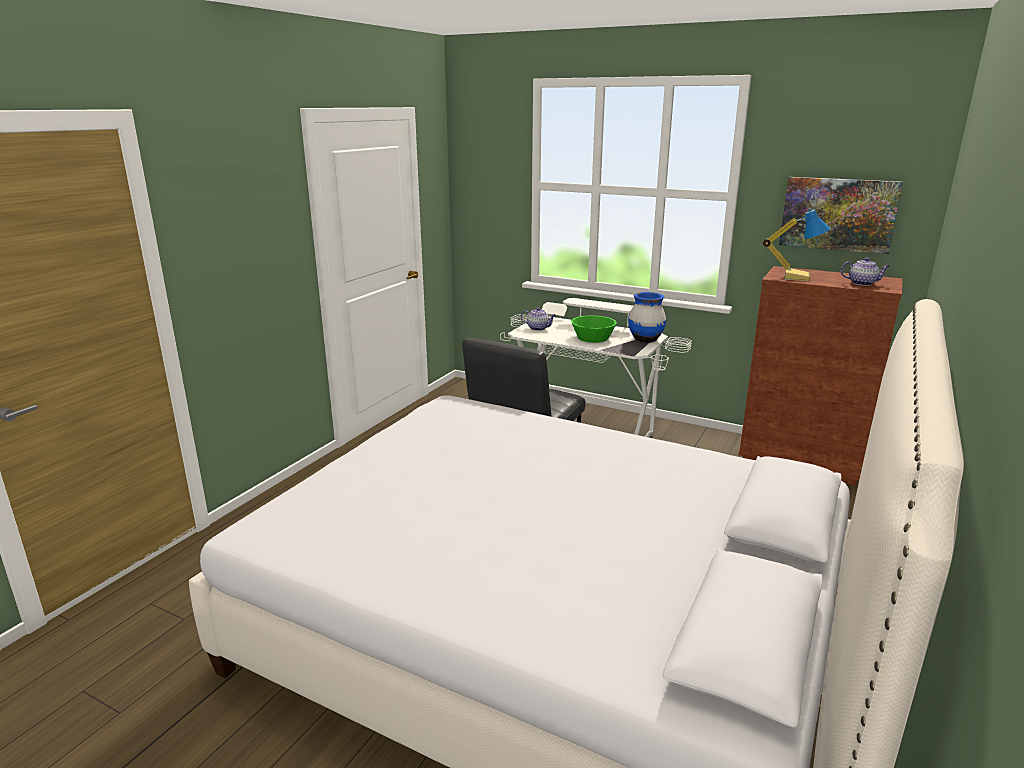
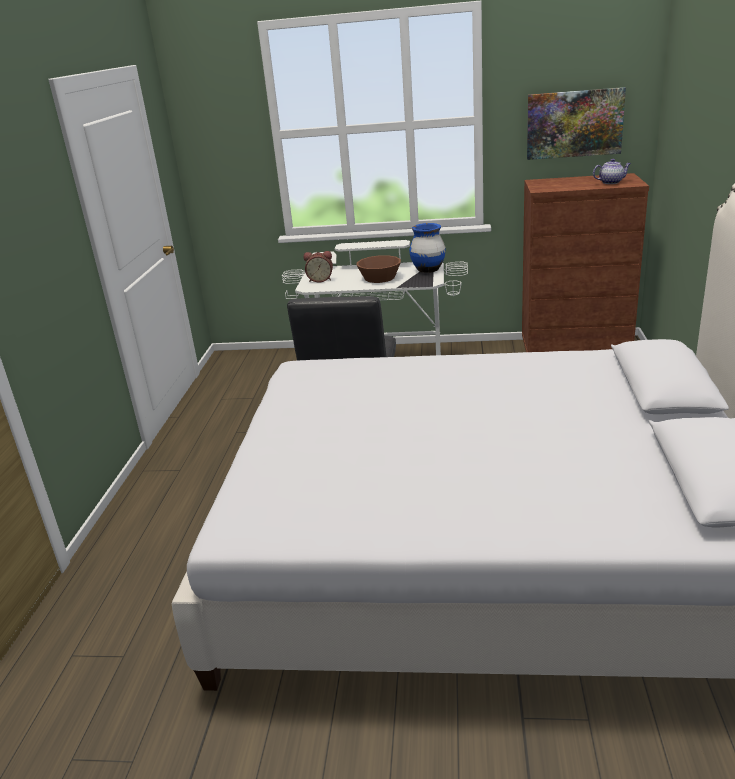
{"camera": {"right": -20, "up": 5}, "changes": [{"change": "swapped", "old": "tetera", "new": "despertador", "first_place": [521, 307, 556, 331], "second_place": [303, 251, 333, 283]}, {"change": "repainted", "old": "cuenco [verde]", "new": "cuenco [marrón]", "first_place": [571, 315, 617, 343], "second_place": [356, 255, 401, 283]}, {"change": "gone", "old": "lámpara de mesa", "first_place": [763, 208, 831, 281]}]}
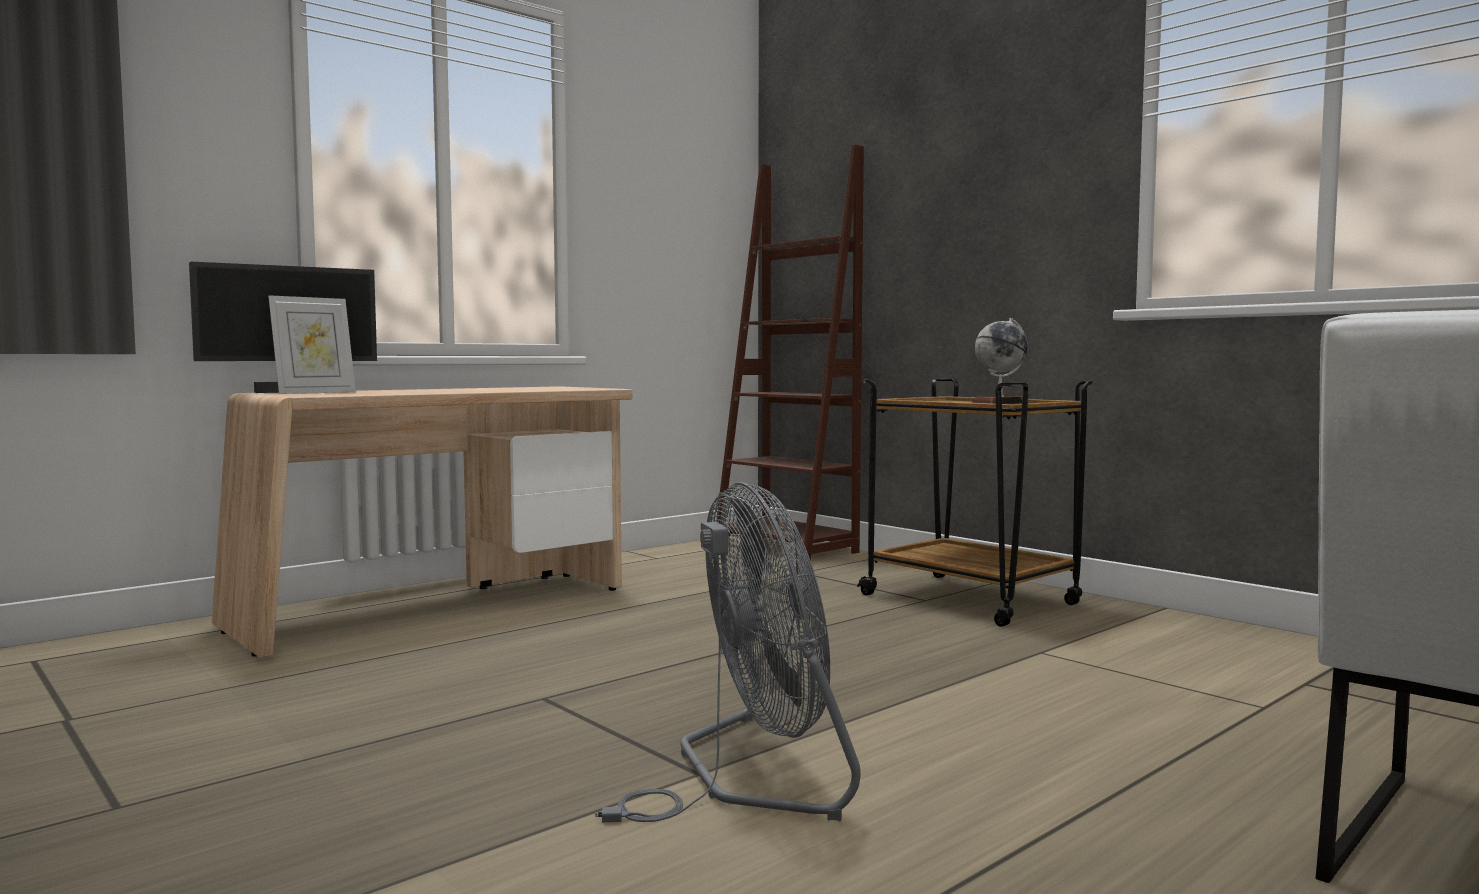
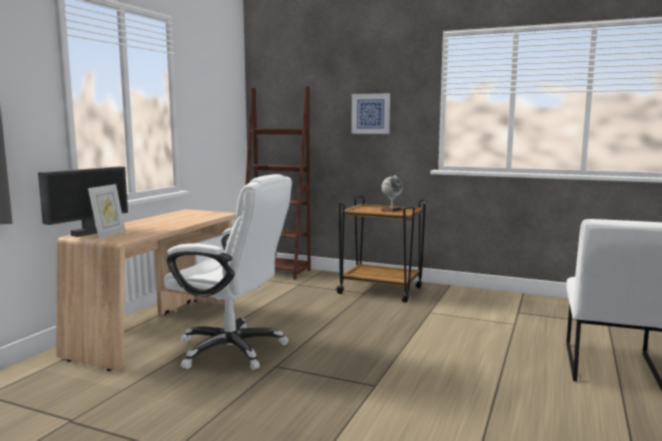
{"camera": {"right": -25, "up": 5}, "changes": [{"change": "new", "new": "silla de oficina [blanco]", "second_place": [164, 174, 292, 370]}, {"change": "new", "new": "cuadro", "second_place": [351, 93, 390, 134]}, {"change": "gone", "old": "ventilador [gris]", "first_place": [595, 482, 861, 823]}]}
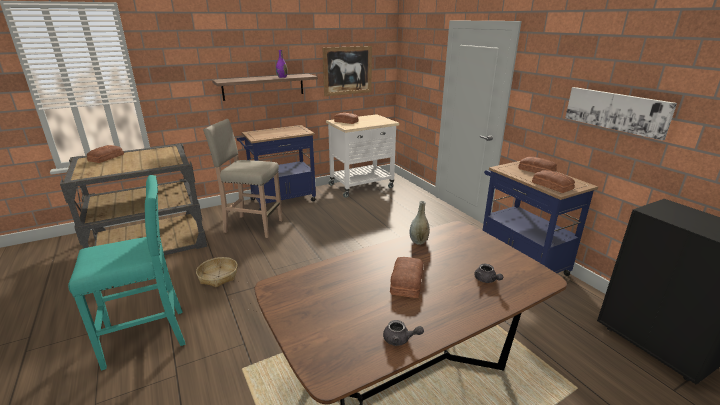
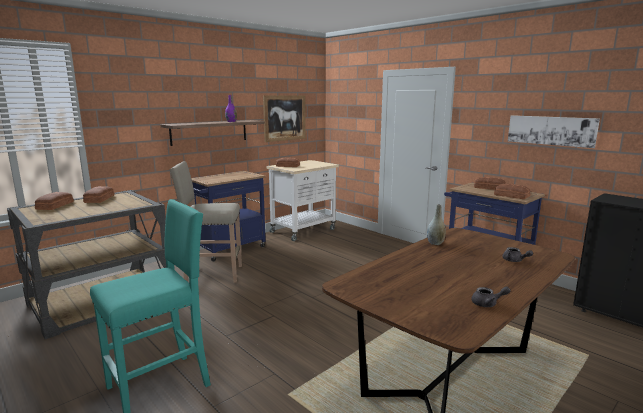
{"camera": {"right": -15, "up": -10}, "changes": [{"change": "shifted", "old": "pan", "first_place": [390, 257, 424, 298], "second_place": [83, 186, 114, 203]}, {"change": "gone", "old": "cesta", "first_place": [196, 257, 238, 287]}]}
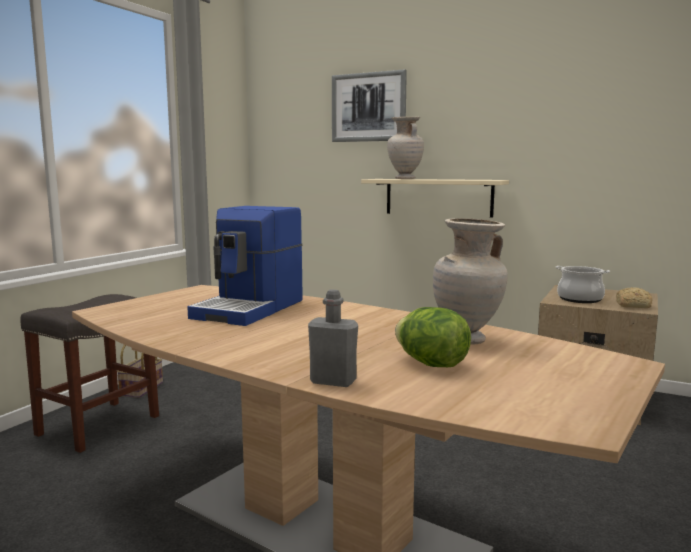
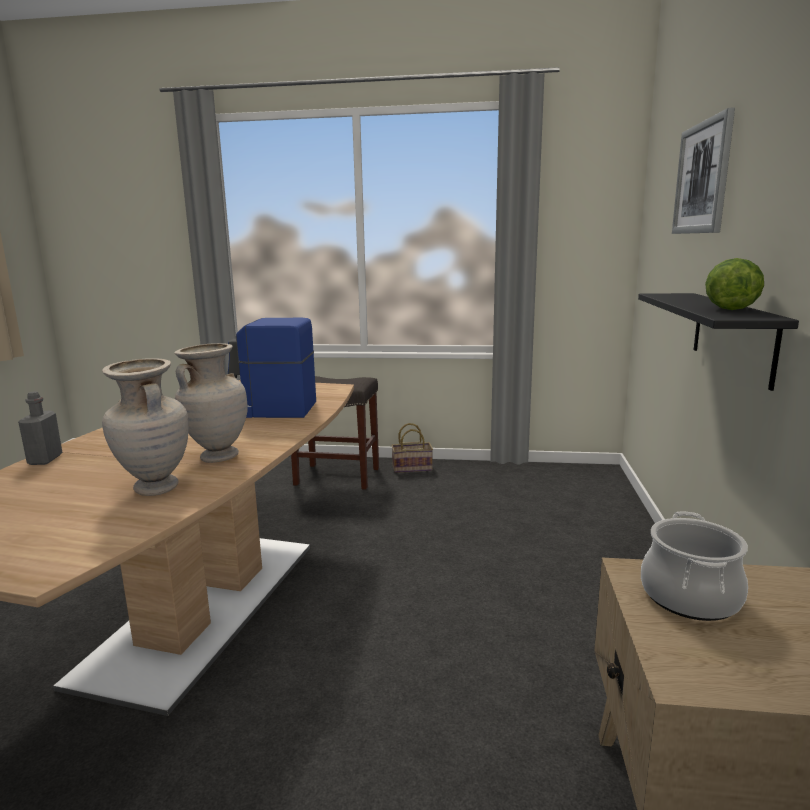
{"camera": {"right": 70, "up": 5}, "changes": [{"change": "shifted", "old": "florero [beis]", "first_place": [387, 117, 424, 179], "second_place": [174, 343, 248, 463]}, {"change": "repainted", "old": "estante [beis]", "new": "estante [negro]", "first_place": [361, 179, 509, 218], "second_place": [638, 293, 799, 391]}, {"change": "shifted", "old": "lechuga", "first_place": [395, 307, 471, 367], "second_place": [705, 258, 764, 310]}, {"change": "gone", "old": "pan", "first_place": [616, 287, 652, 308]}]}
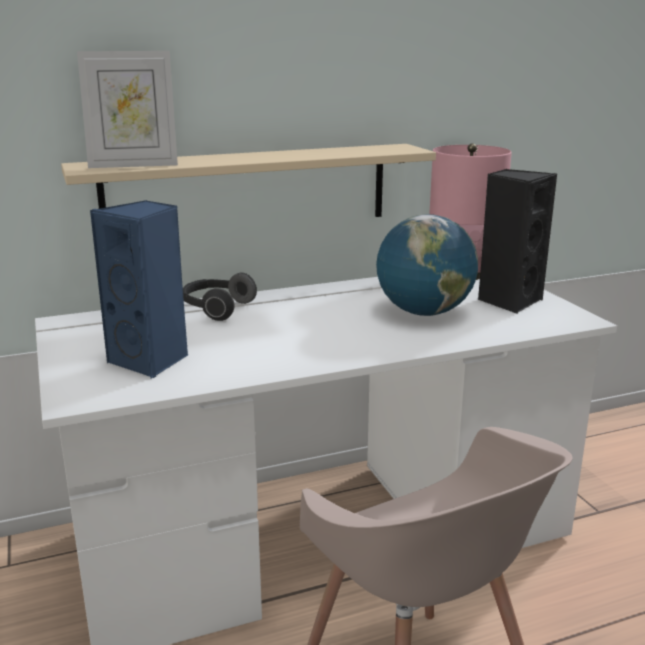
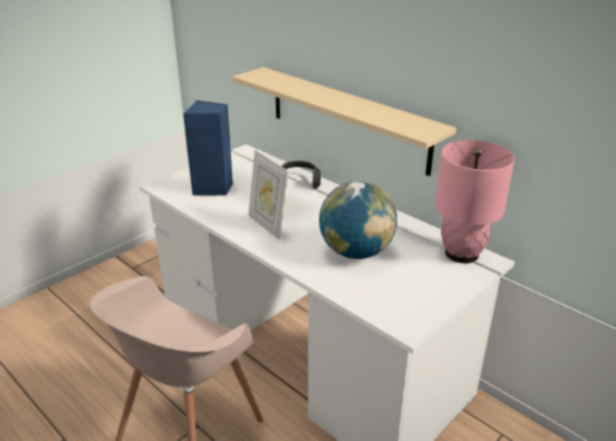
{"camera": {"right": 65, "up": 10}, "changes": [{"change": "shifted", "old": "portarretratos", "first_place": [77, 51, 178, 168], "second_place": [248, 150, 288, 240]}, {"change": "gone", "old": "altavoz [negro]", "first_place": [478, 169, 557, 314]}]}
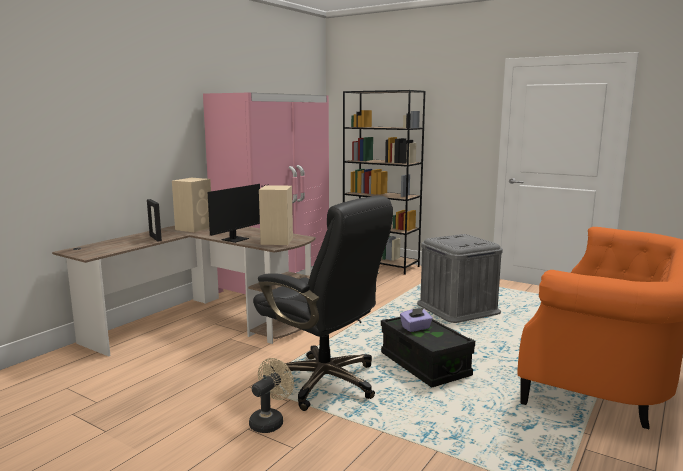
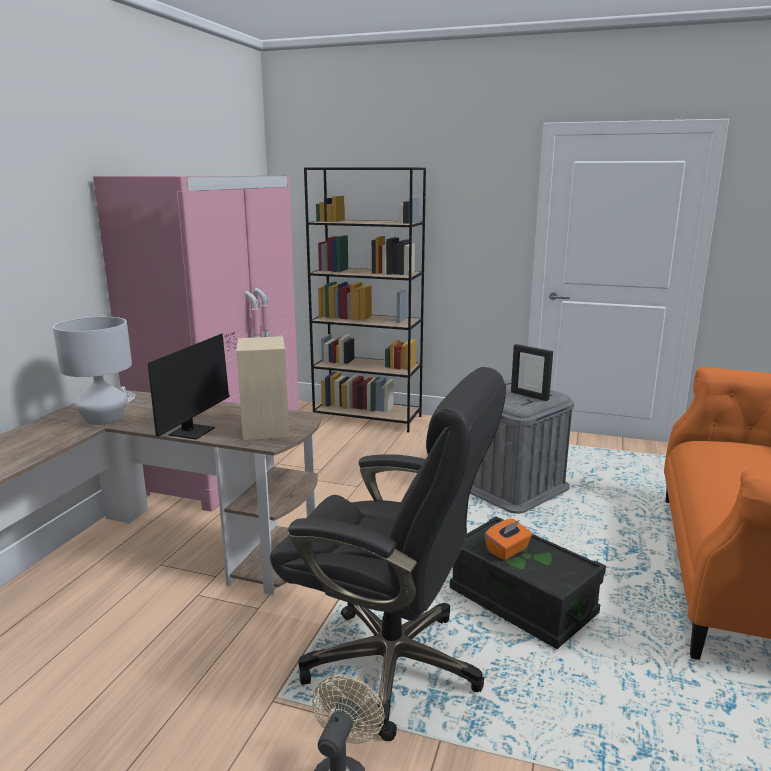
{"camera": {"right": -15, "up": 5}, "changes": [{"change": "swapped", "old": "altavoz [beis]", "new": "lámpara de mesa [gris]", "first_place": [172, 178, 211, 232], "second_place": [53, 317, 136, 425]}, {"change": "repainted", "old": "caja de pañuelos [morado]", "new": "caja de pañuelos [naranja]", "first_place": [400, 308, 433, 332], "second_place": [485, 519, 532, 560]}, {"change": "shifted", "old": "portarretratos", "first_place": [147, 199, 162, 242], "second_place": [511, 344, 553, 401]}]}
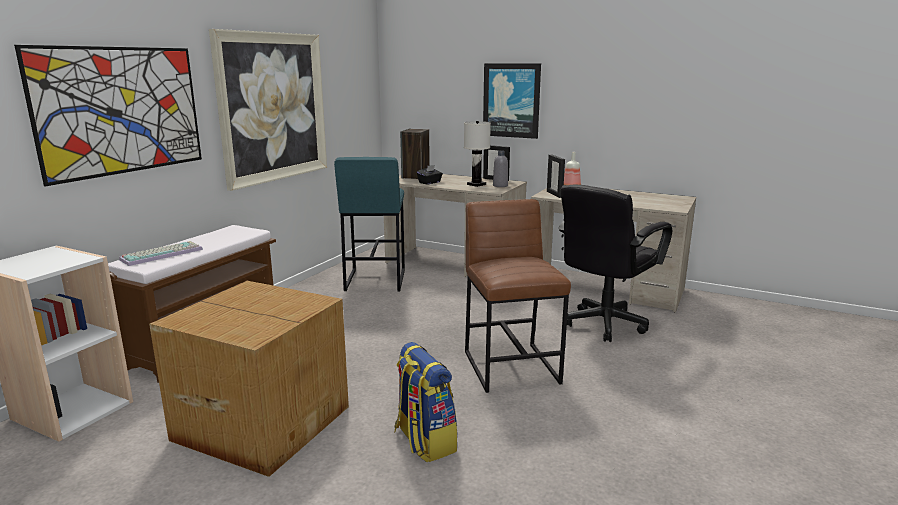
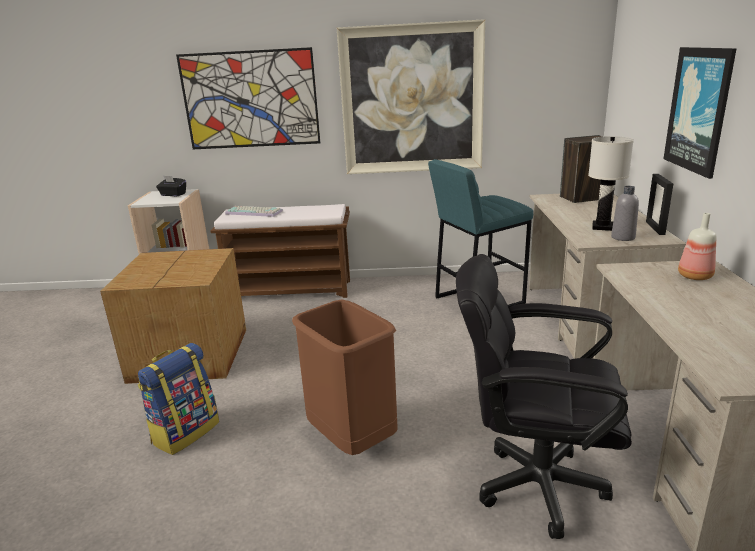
{"camera": {"right": 65, "up": 5}, "changes": [{"change": "shifted", "old": "caja de pañuelos [negro]", "first_place": [417, 165, 443, 184], "second_place": [156, 176, 186, 196]}, {"change": "swapped", "old": "silla [marrón]", "new": "papelera [marrón]", "first_place": [465, 199, 571, 393], "second_place": [292, 300, 398, 455]}, {"change": "gone", "old": "portarretratos", "first_place": [547, 155, 565, 198]}]}
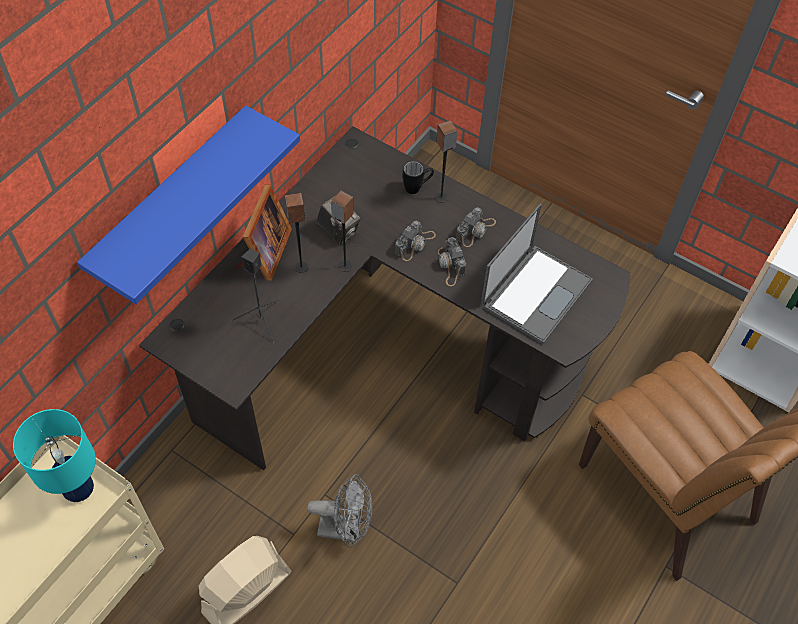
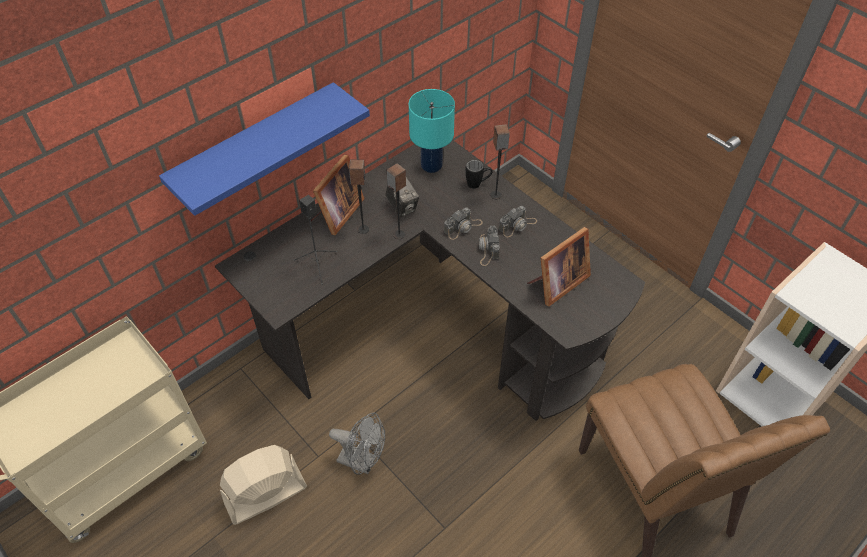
{"camera": {"right": 15, "up": -5}, "changes": [{"change": "shifted", "old": "lámpara de mesa [turquesa]", "first_place": [13, 409, 96, 502], "second_place": [409, 89, 455, 173]}, {"change": "swapped", "old": "portátil", "new": "portarretratos", "first_place": [480, 204, 593, 344], "second_place": [527, 227, 591, 307]}]}
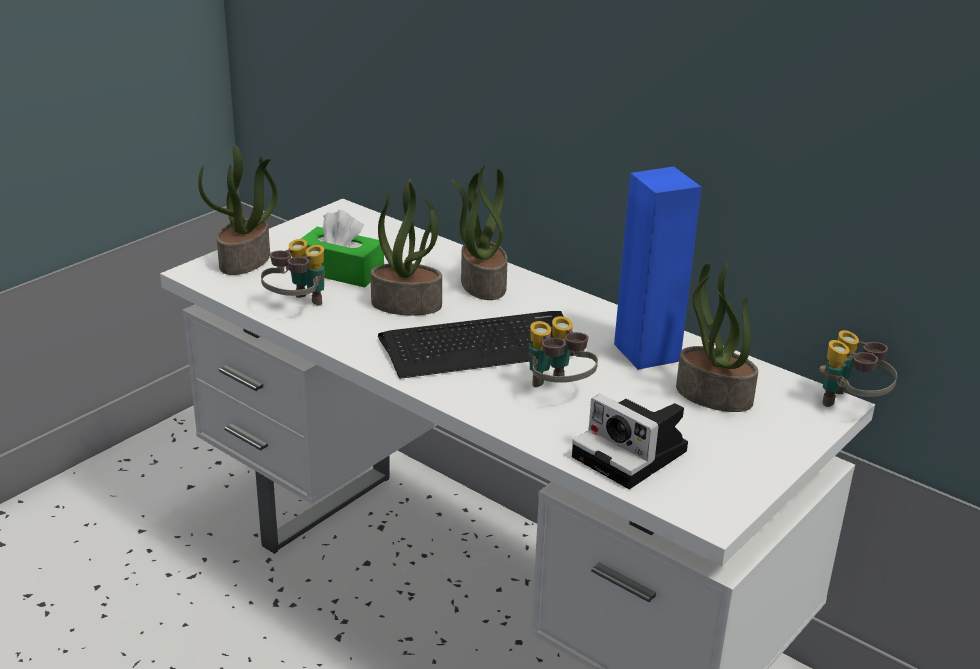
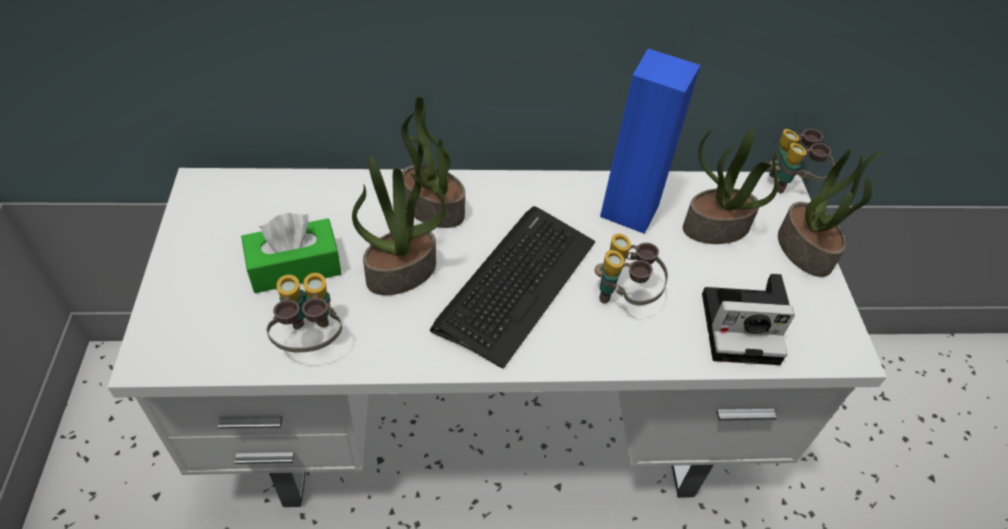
{"camera": {"right": -45, "up": 20}, "changes": [{"change": "shifted", "old": "planta en maceta", "first_place": [198, 145, 278, 275], "second_place": [778, 149, 883, 277]}]}
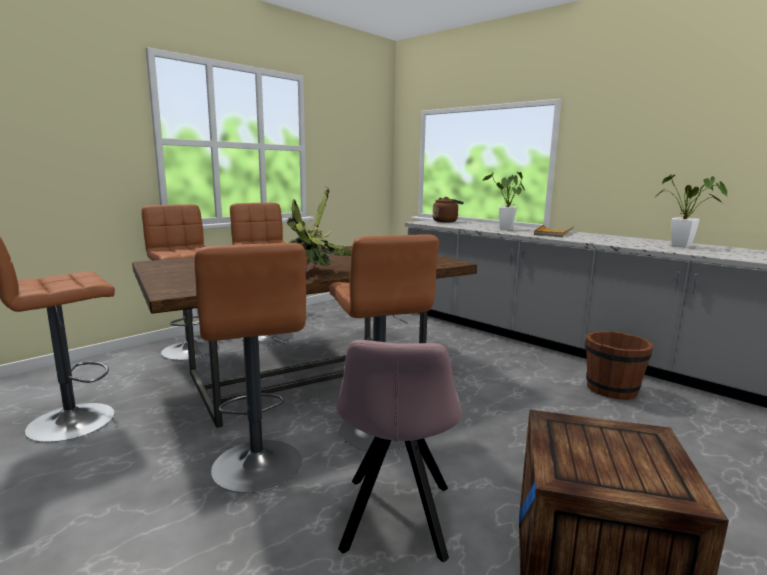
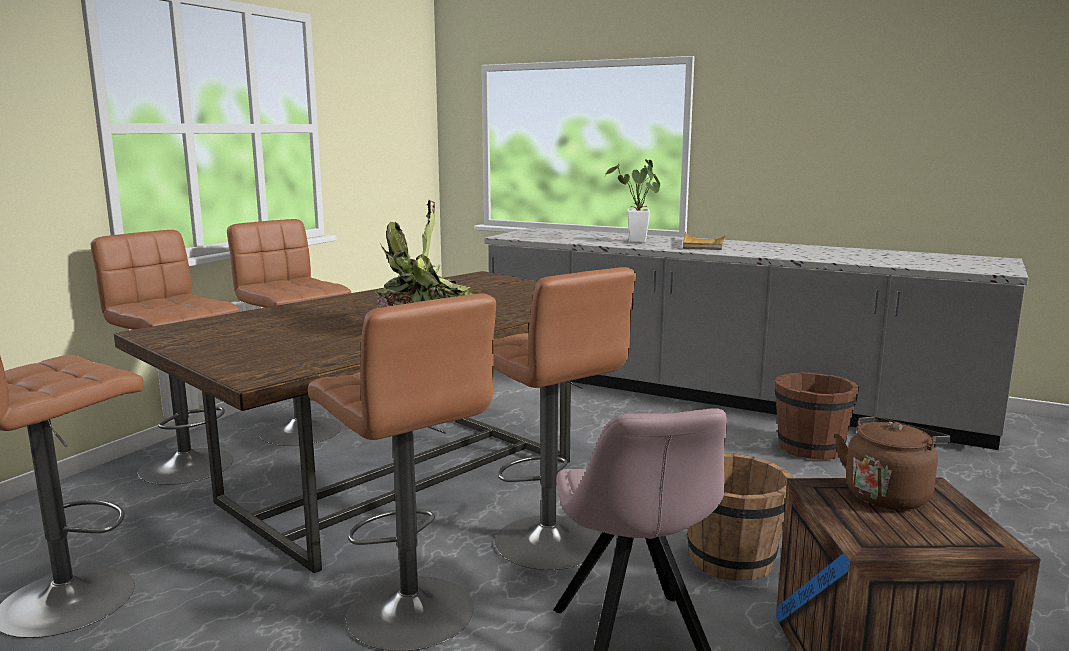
{"camera": {"right": -15, "up": 0}, "changes": [{"change": "new", "new": "cubo [marrón]", "second_place": [687, 453, 793, 581]}, {"change": "shifted", "old": "hervidor [marrón]", "first_place": [433, 197, 464, 222], "second_place": [835, 416, 951, 510]}, {"change": "gone", "old": "planta en maceta", "first_place": [656, 174, 727, 248]}]}
